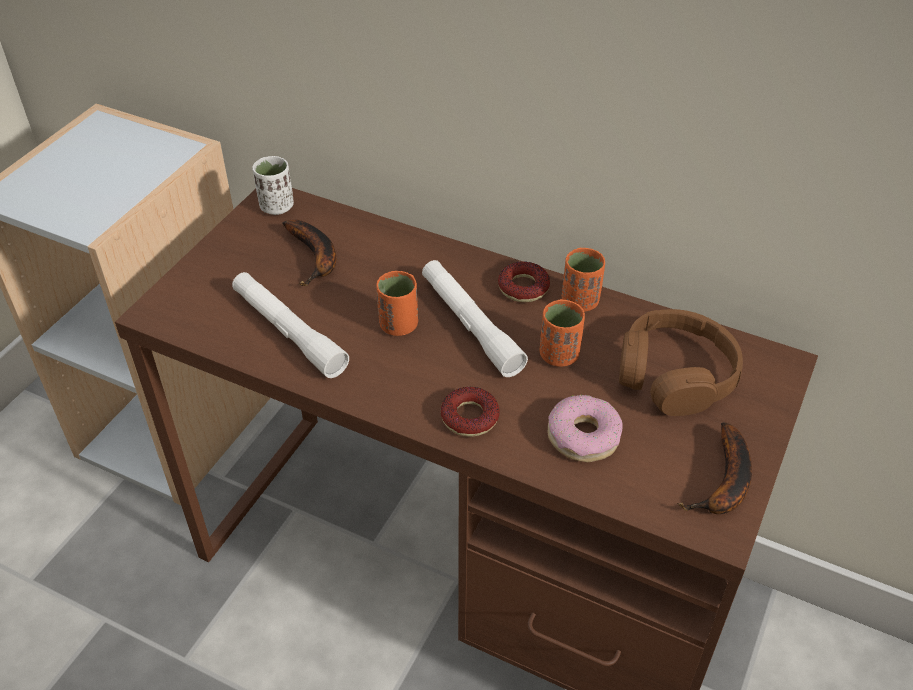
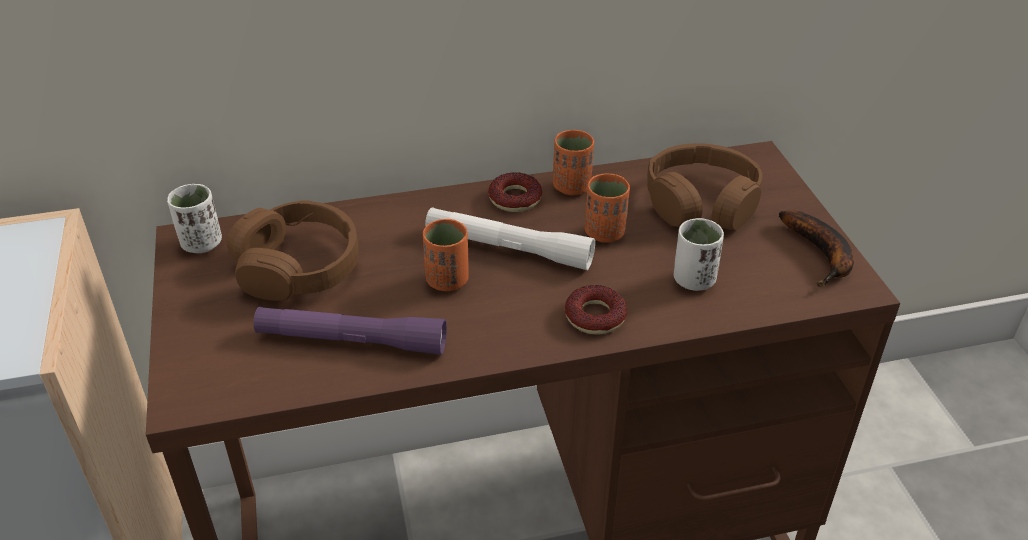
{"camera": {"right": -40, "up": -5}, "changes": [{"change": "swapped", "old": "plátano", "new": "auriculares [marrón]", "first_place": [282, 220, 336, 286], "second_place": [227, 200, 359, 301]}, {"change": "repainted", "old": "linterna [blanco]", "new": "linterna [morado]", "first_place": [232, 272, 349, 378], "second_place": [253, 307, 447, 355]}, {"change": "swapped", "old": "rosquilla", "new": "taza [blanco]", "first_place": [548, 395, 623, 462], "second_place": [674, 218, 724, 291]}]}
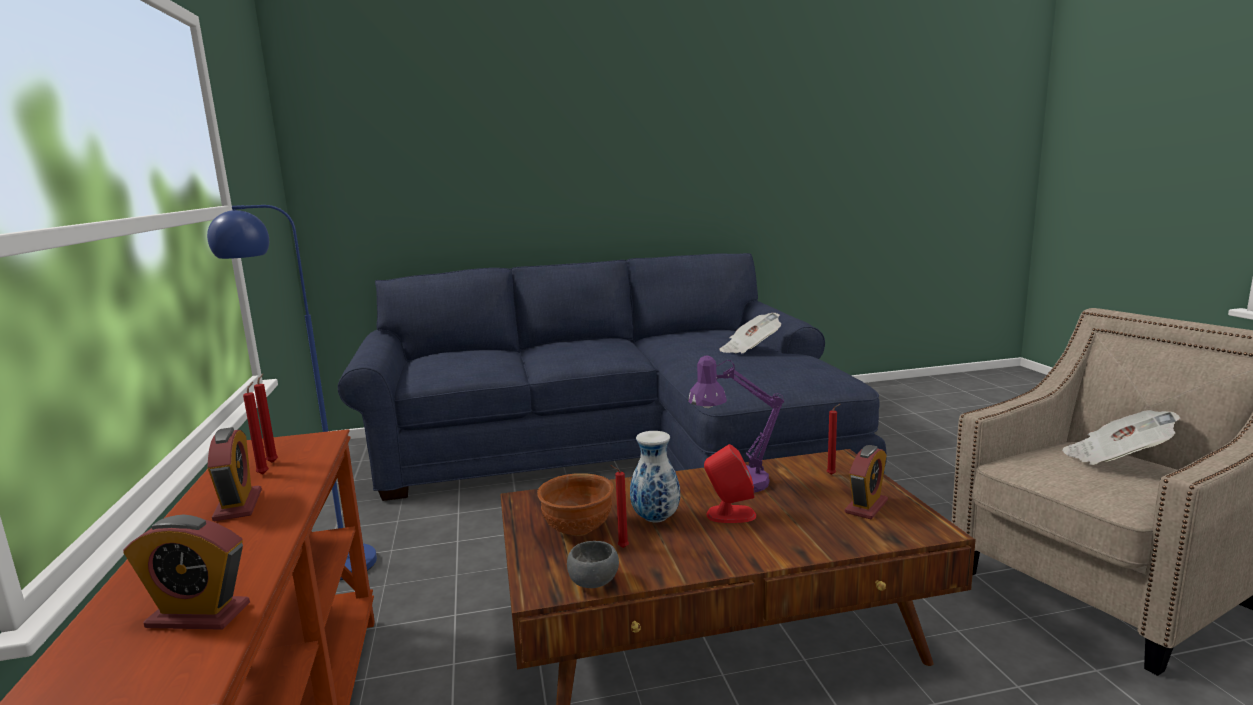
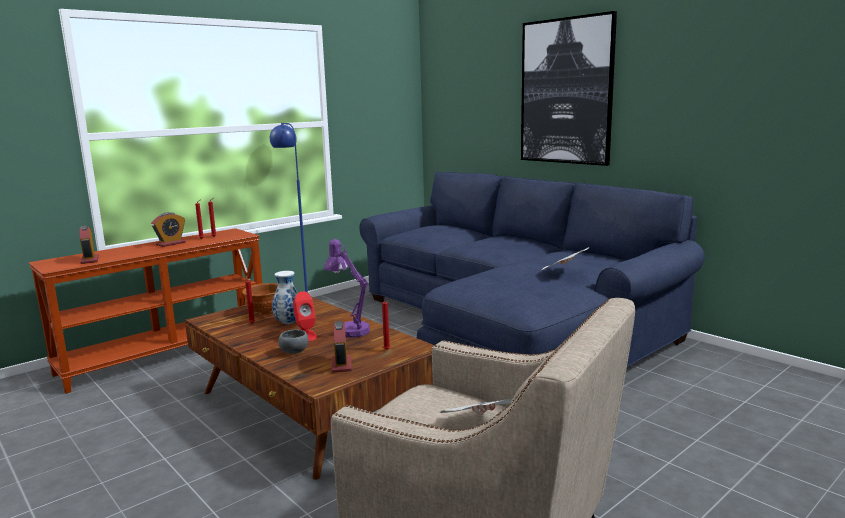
{"camera": {"right": 60, "up": 0}, "changes": [{"change": "shifted", "old": "cuenco [gris]", "first_place": [567, 541, 619, 588], "second_place": [278, 330, 308, 354]}, {"change": "rotated", "old": "despertador", "first_place": [845, 445, 888, 519], "second_place": [332, 321, 352, 373], "degrees": 75}, {"change": "new", "new": "cuadro", "second_place": [521, 11, 617, 166]}]}
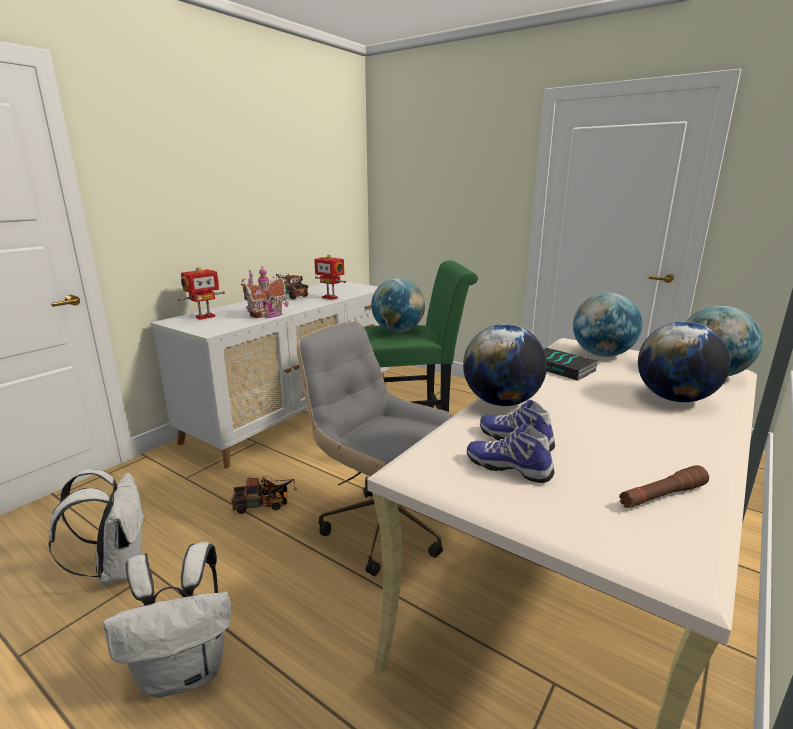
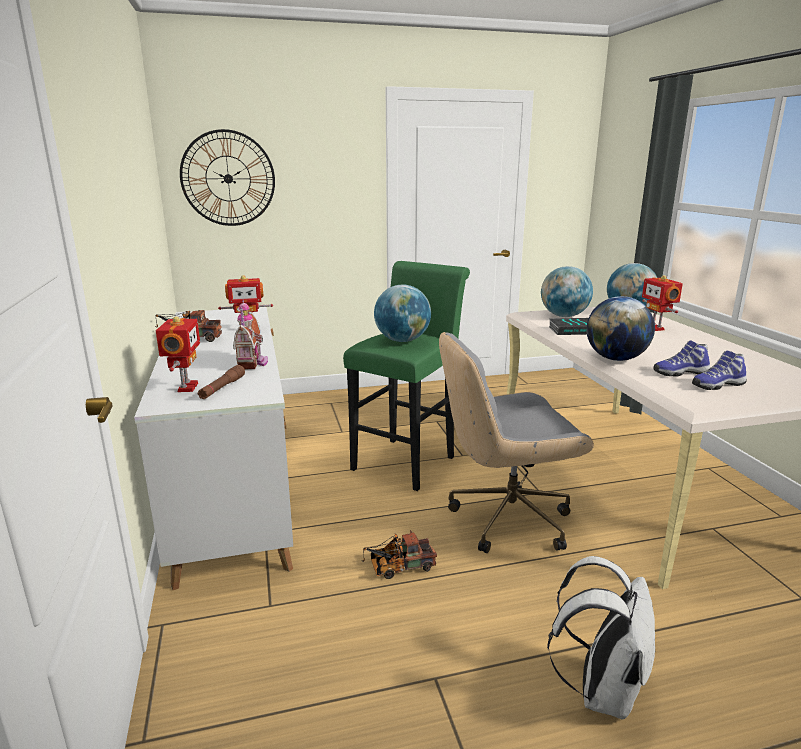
{"camera": {"right": -50, "up": 0}, "changes": [{"change": "new", "new": "reloj de pared", "second_place": [180, 129, 275, 226]}, {"change": "shifted", "old": "linterna [marrón]", "first_place": [619, 465, 709, 508], "second_place": [198, 365, 245, 399]}, {"change": "rotated", "old": "camión de juguete", "first_place": [231, 476, 297, 514], "second_place": [362, 530, 437, 579], "degrees": -135}, {"change": "swapped", "old": "globo terráqueo", "new": "robot de juguete", "first_place": [638, 322, 731, 402], "second_place": [642, 275, 683, 331]}, {"change": "gone", "old": "mochila [blanco]", "first_place": [48, 469, 146, 585]}]}
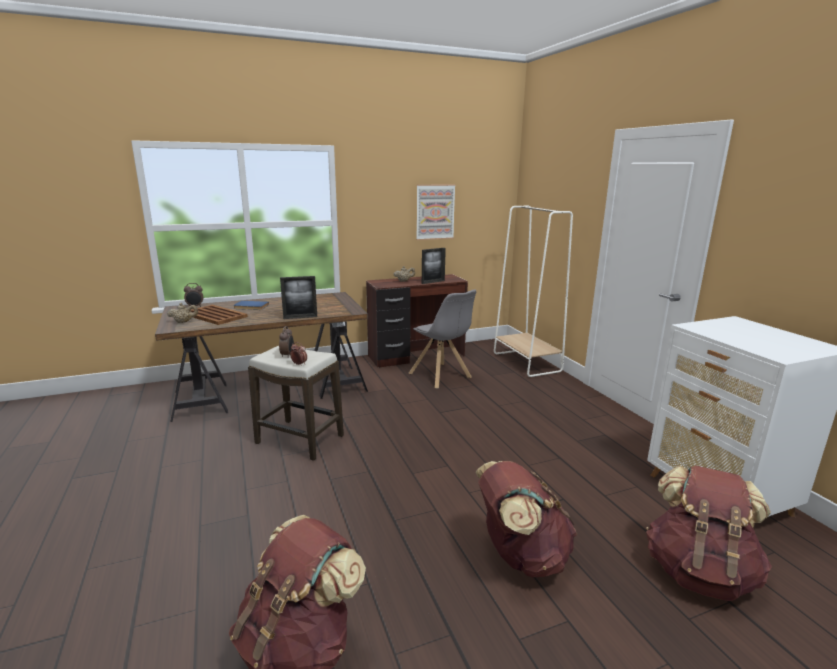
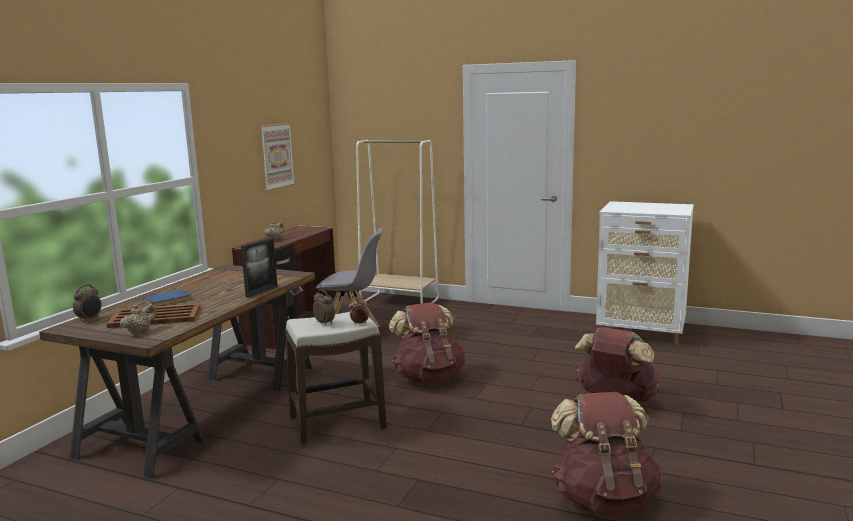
{"camera": {"right": -45, "up": -5}, "changes": [{"change": "shifted", "old": "mochila [marrón]", "first_place": [646, 465, 772, 601], "second_place": [389, 302, 465, 383]}, {"change": "gone", "old": "portarretratos", "first_place": [422, 248, 446, 284]}]}
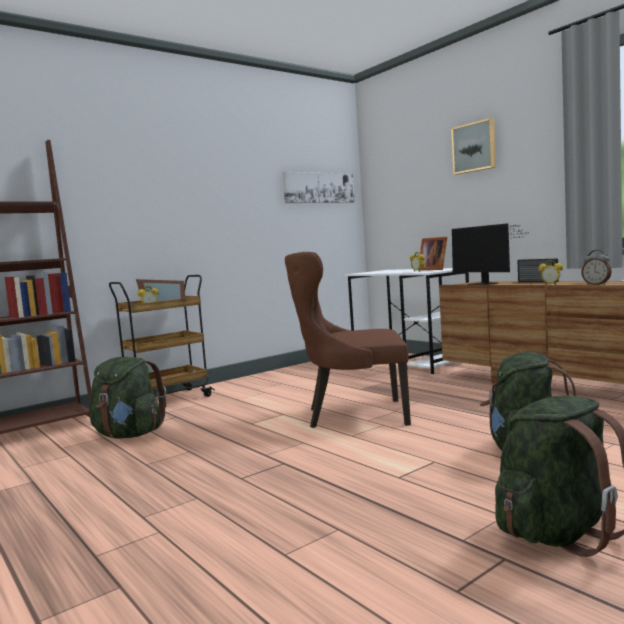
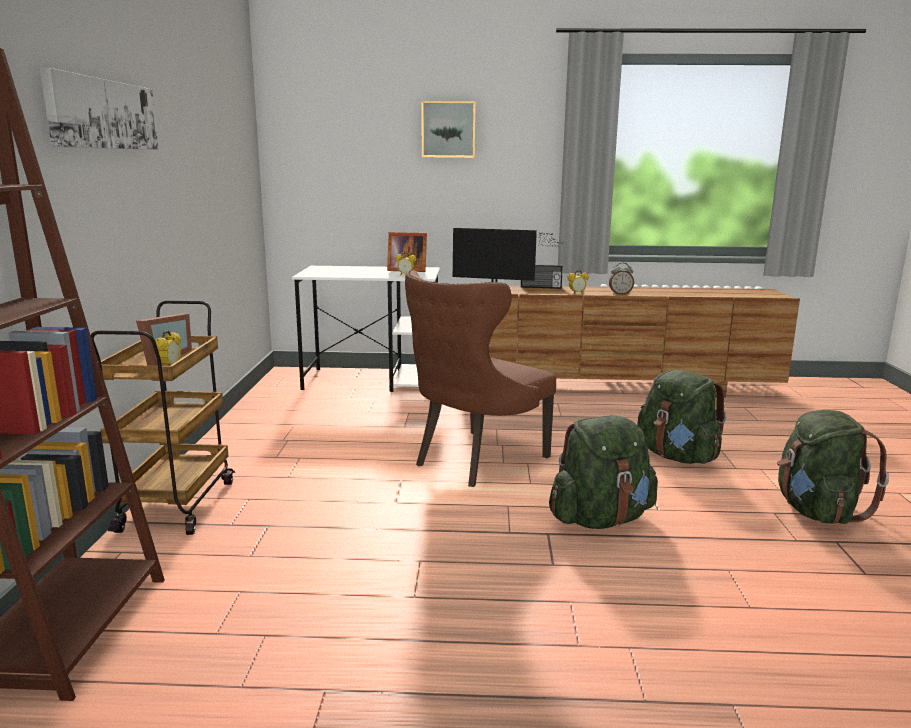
{"camera": {"right": -50, "up": 10}, "changes": [{"change": "shifted", "old": "cuadro", "first_place": [282, 172, 355, 203], "second_place": [40, 68, 158, 150]}, {"change": "shifted", "old": "mochila [verde]", "first_place": [89, 357, 166, 439], "second_place": [549, 415, 658, 529]}]}
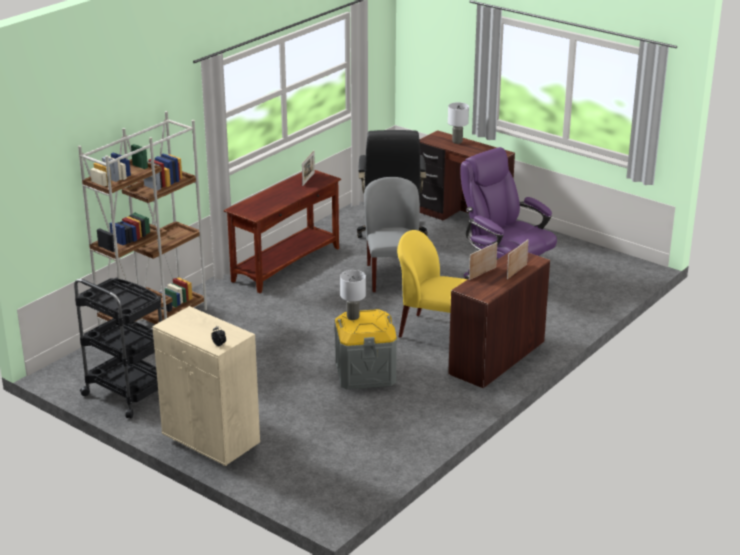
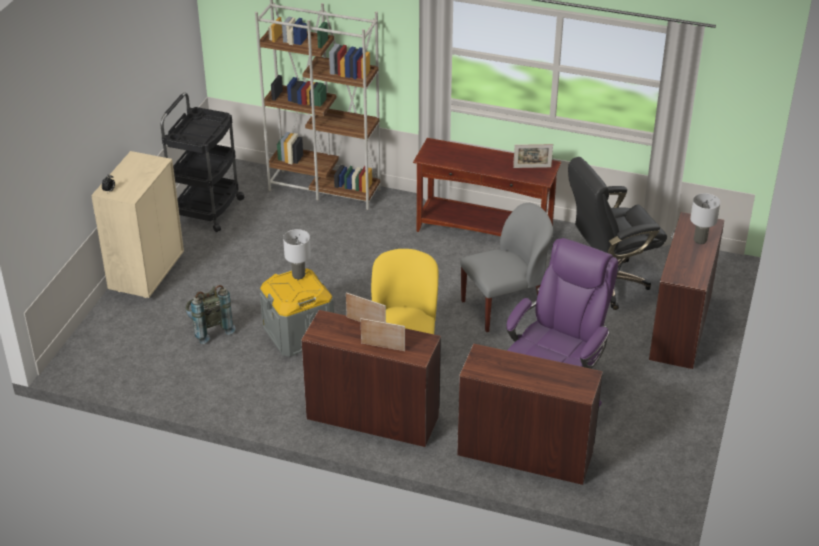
{"camera": {"right": 70, "up": 10}, "changes": [{"change": "new", "new": "mochila [gris]", "second_place": [185, 285, 236, 344]}, {"change": "new", "new": "escritorio [marrón]", "second_place": [457, 344, 603, 485]}]}
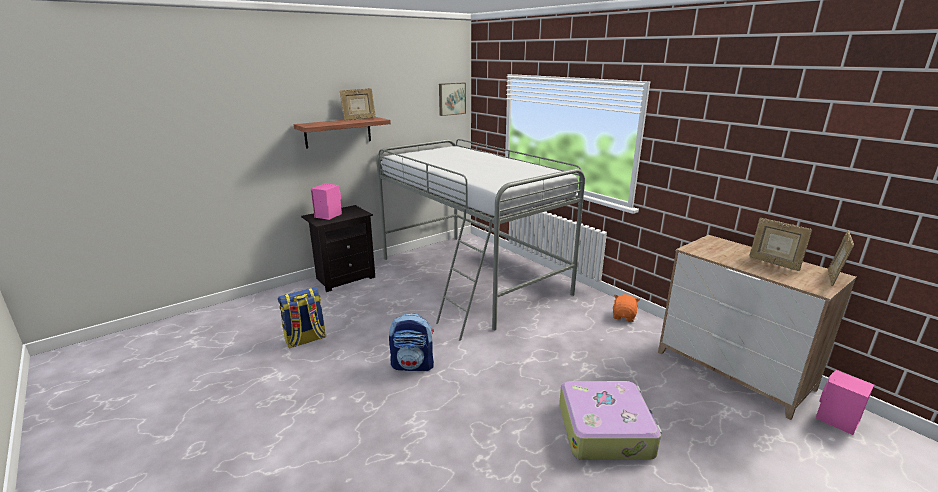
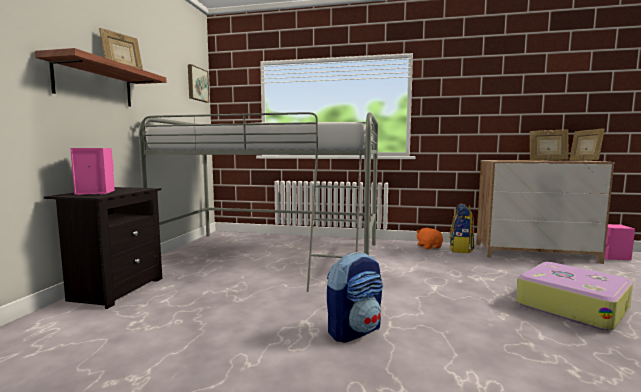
{"camera": {"right": -40, "up": -15}, "changes": [{"change": "shifted", "old": "mochila", "first_place": [278, 287, 326, 349], "second_place": [450, 204, 474, 253]}]}
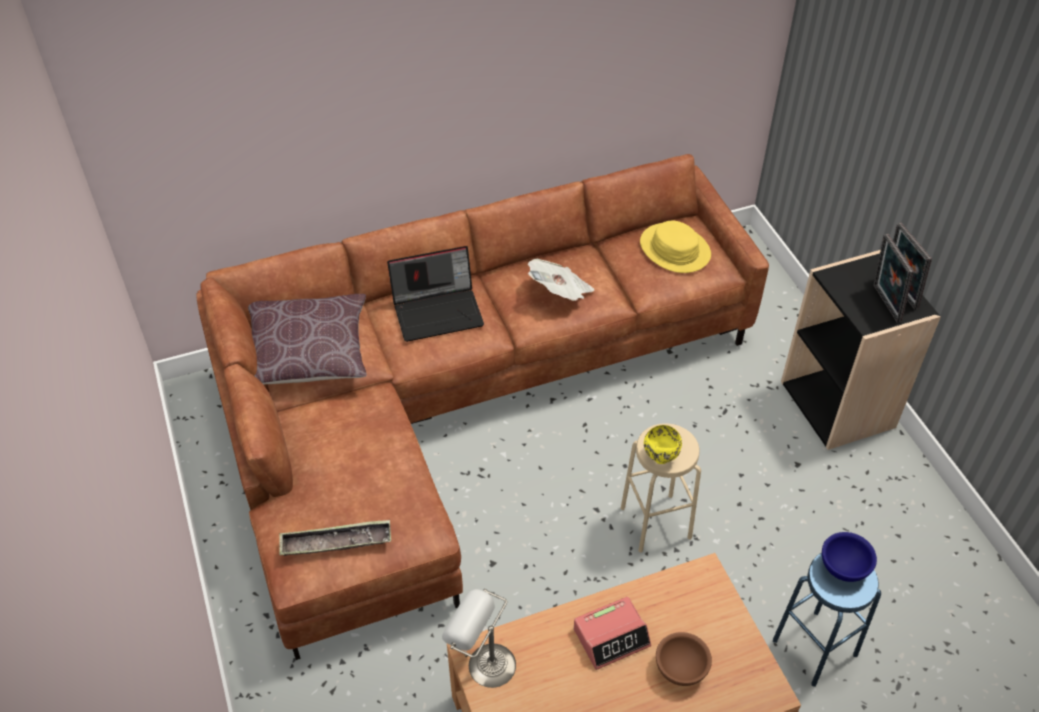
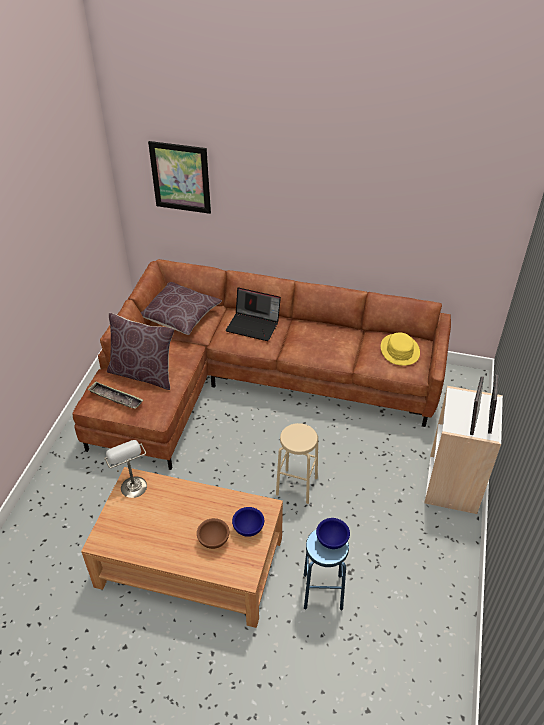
{"camera": {"right": 35, "up": -5}, "changes": [{"change": "new", "new": "cojín [marrón]", "second_place": [107, 313, 174, 390]}, {"change": "new", "new": "cuadro", "second_place": [148, 141, 211, 214]}, {"change": "new", "new": "cuenco [azul]", "second_place": [232, 507, 264, 537]}, {"change": "repainted", "old": "estantería [negro]", "new": "estantería [blanco]", "first_place": [781, 250, 941, 450], "second_place": [424, 386, 503, 514]}, {"change": "gone", "old": "periódico", "first_place": [528, 258, 594, 301]}, {"change": "gone", "old": "despertador", "first_place": [574, 597, 651, 670]}, {"change": "gone", "old": "cuenco [amarillo]", "first_place": [644, 425, 682, 464]}]}
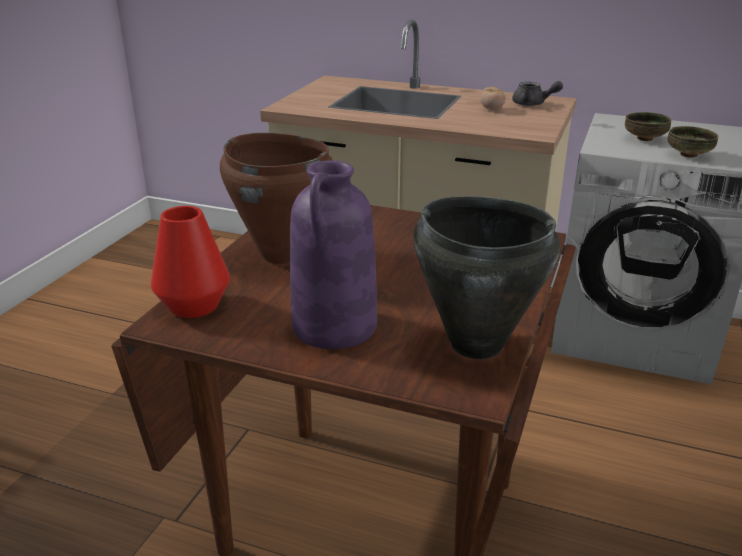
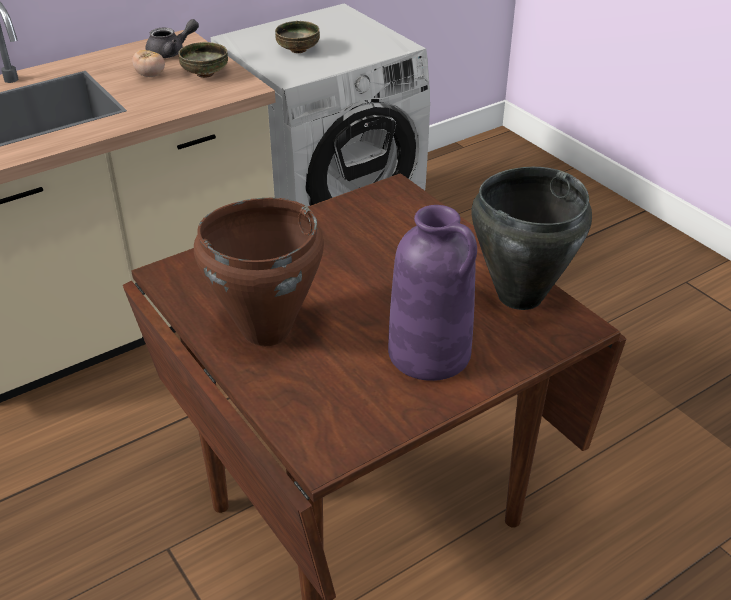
{"camera": {"right": -55, "up": 10}, "changes": [{"change": "shifted", "old": "cuenco", "first_place": [667, 126, 718, 158], "second_place": [178, 42, 228, 78]}, {"change": "gone", "old": "florero [rojo]", "first_place": [151, 206, 230, 318]}]}
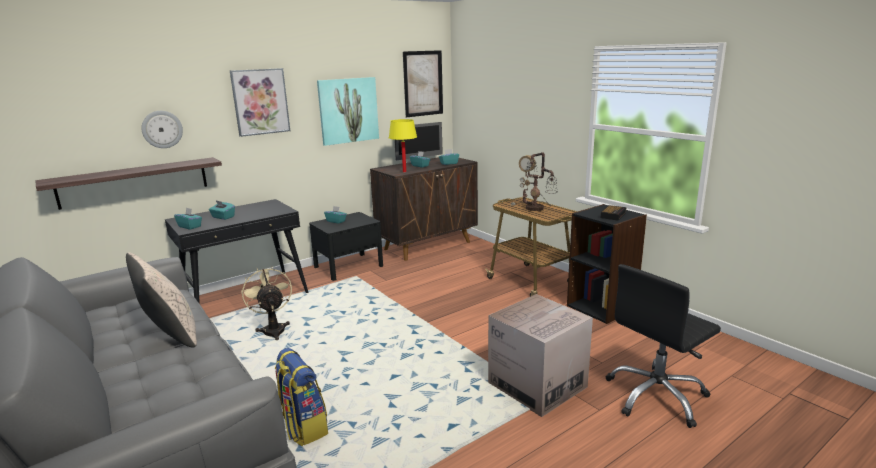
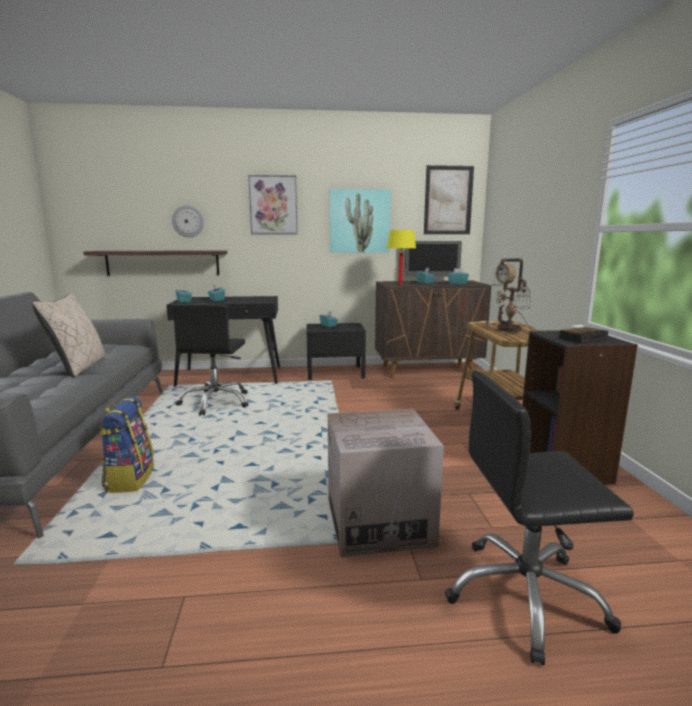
{"camera": {"right": 30, "up": -5}, "changes": [{"change": "swapped", "old": "ventilador [beis]", "new": "silla de oficina [negro]", "first_place": [241, 266, 292, 340], "second_place": [172, 304, 249, 416]}]}
